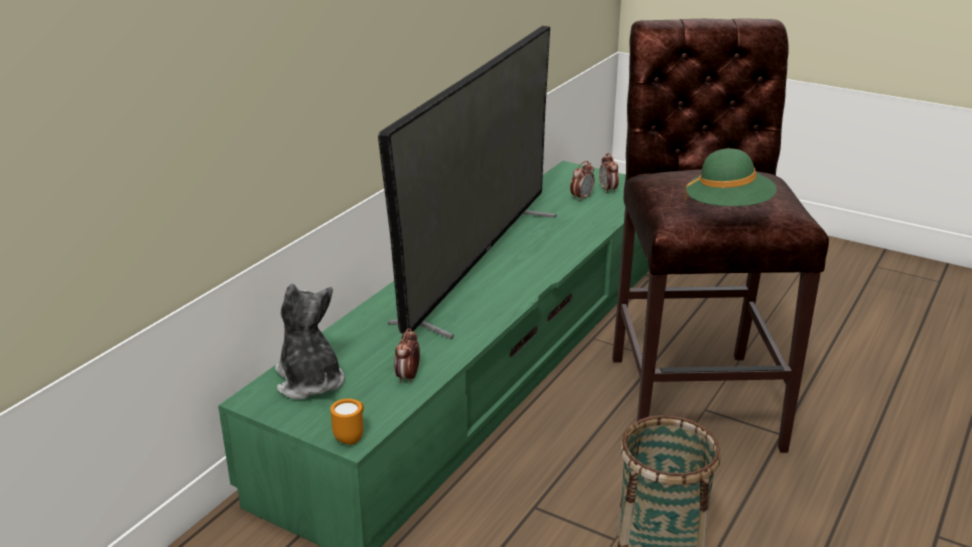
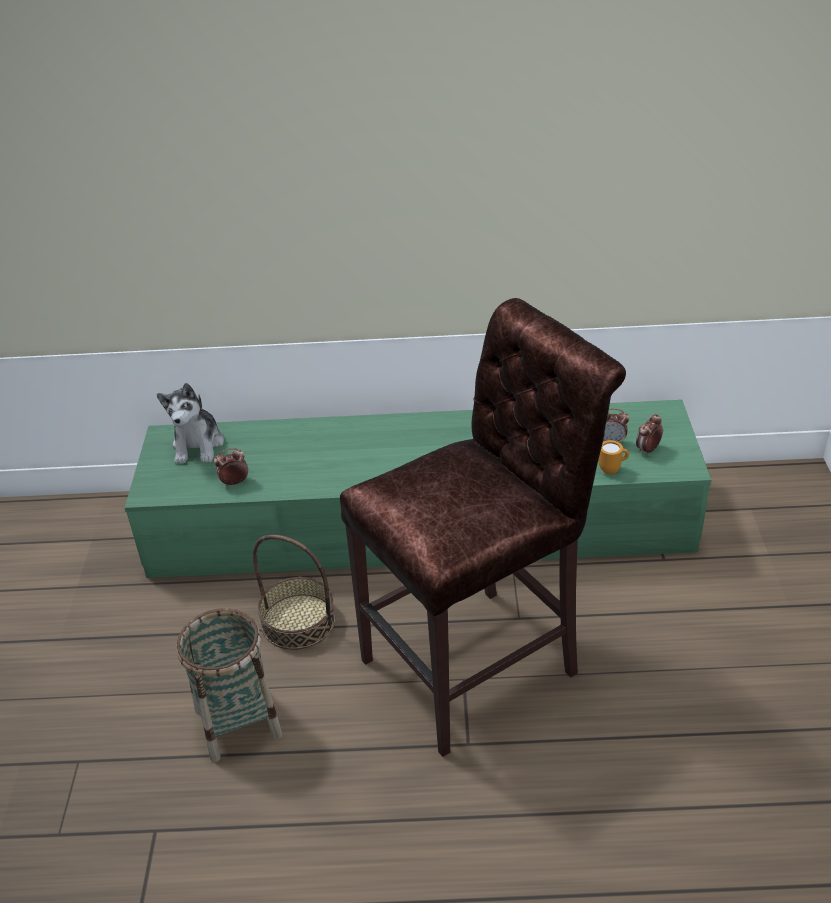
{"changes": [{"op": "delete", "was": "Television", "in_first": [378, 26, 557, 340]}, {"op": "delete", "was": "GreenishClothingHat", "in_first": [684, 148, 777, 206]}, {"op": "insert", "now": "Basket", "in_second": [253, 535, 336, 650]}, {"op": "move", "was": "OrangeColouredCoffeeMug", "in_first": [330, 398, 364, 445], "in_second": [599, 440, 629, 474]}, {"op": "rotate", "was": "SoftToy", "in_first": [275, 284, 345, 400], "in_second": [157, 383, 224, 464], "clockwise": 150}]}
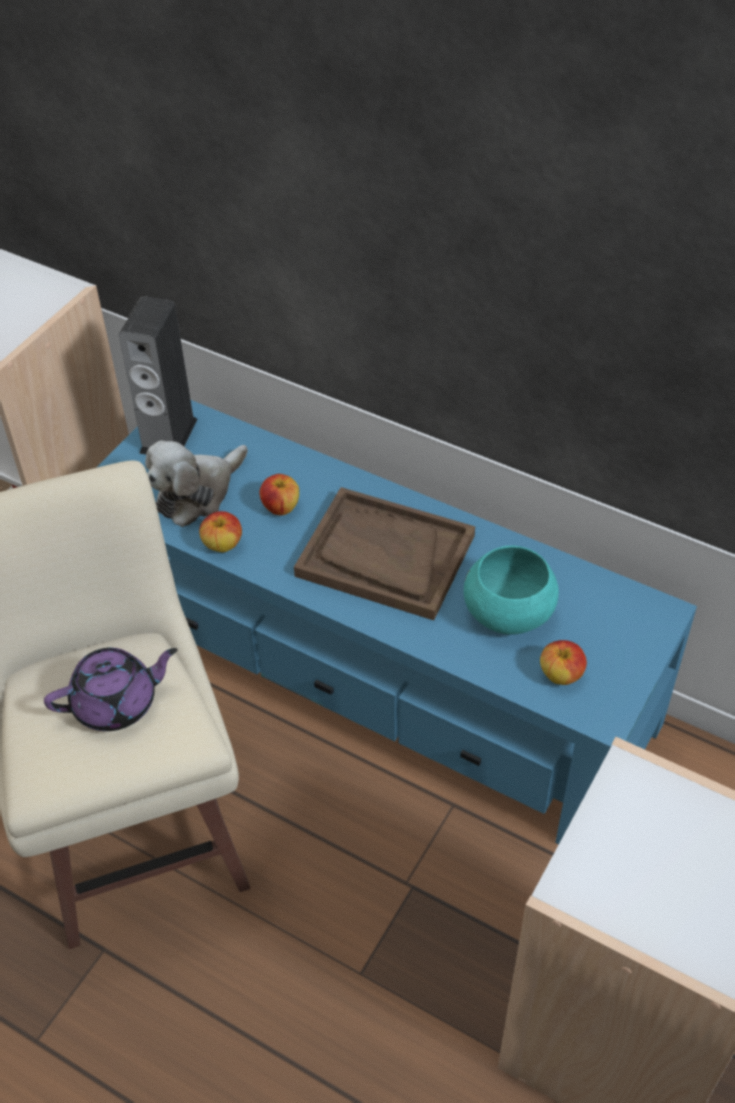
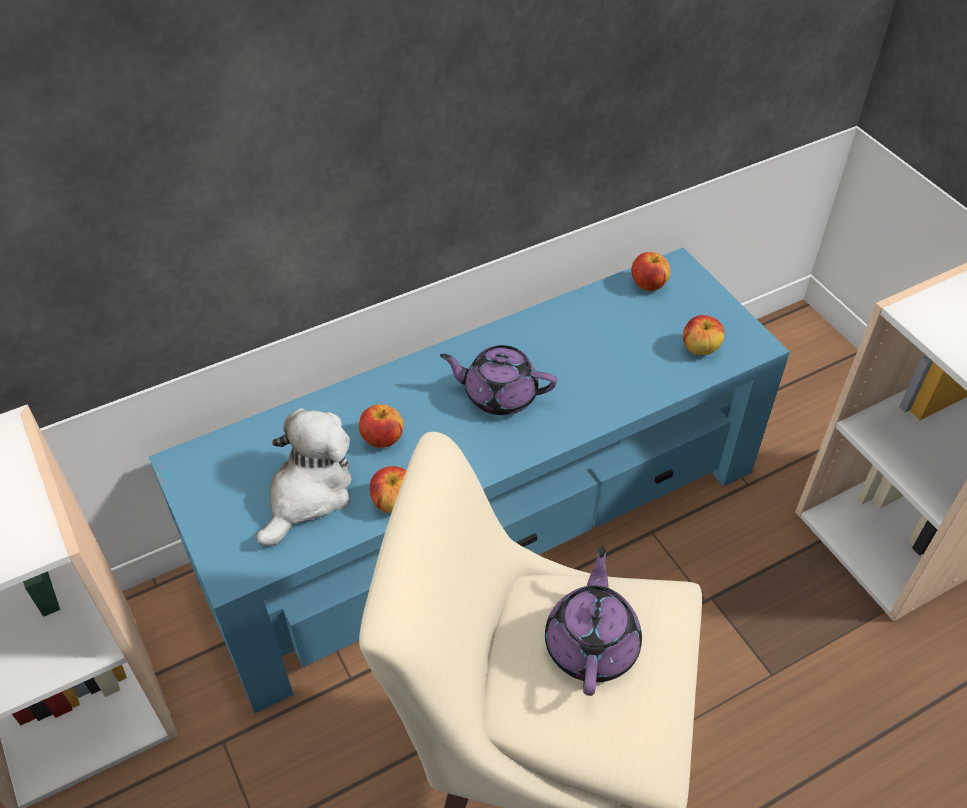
{"changes": [{"op": "delete", "was": "Loudspeaker", "in_first": [119, 296, 198, 455]}, {"op": "delete", "was": "BlueGreenServingBowl", "in_first": [464, 546, 559, 635]}, {"op": "insert", "now": "WholeApple", "in_second": [631, 252, 670, 291]}, {"op": "replace", "was": "BrownCarryingTray", "now": "PurplishPotForTea", "in_first": [294, 487, 475, 620], "in_second": [440, 345, 557, 415]}, {"op": "rotate", "was": "SoftToy", "in_first": [145, 440, 248, 527], "in_second": [257, 408, 352, 546], "clockwise": -135}]}
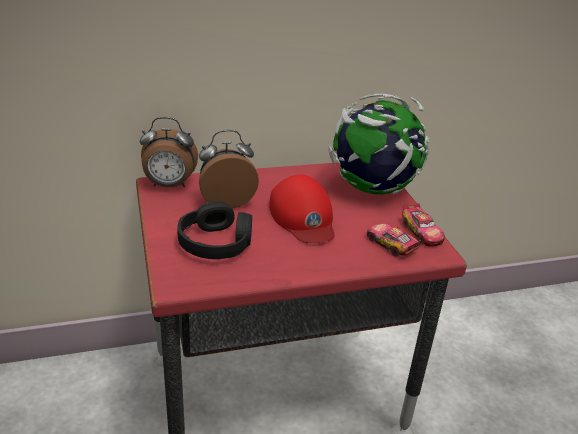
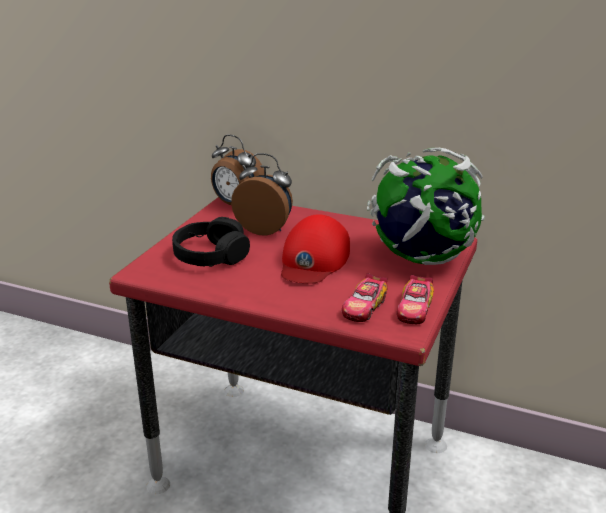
{"changes": [{"op": "rotate", "was": "ToyCar", "in_first": [367, 223, 421, 256], "in_second": [342, 273, 388, 322], "clockwise": -150}]}
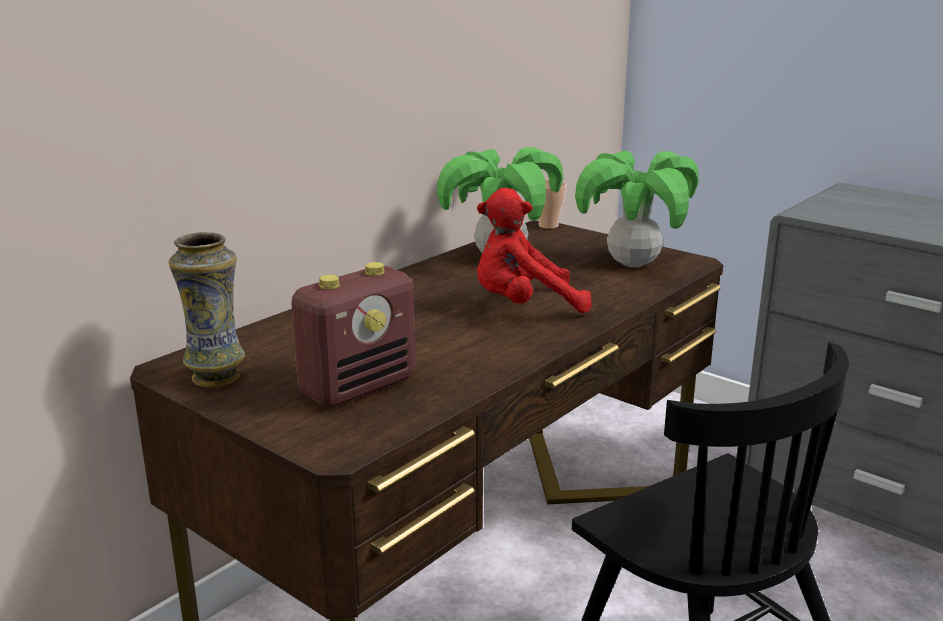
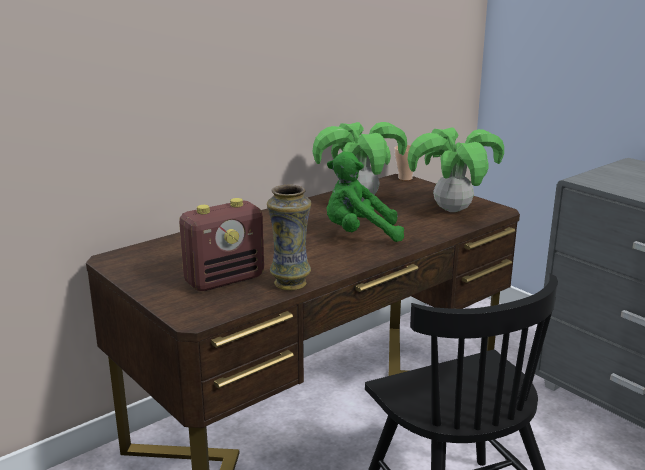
{"changes": [{"op": "move", "was": "DecorativeVase", "in_first": [168, 232, 245, 388], "in_second": [267, 185, 311, 290]}, {"op": "recolor", "was": "ReddishSoftToy", "now": "GreenishSoftToy", "in_first": [477, 188, 592, 313], "in_second": [327, 152, 404, 242]}]}
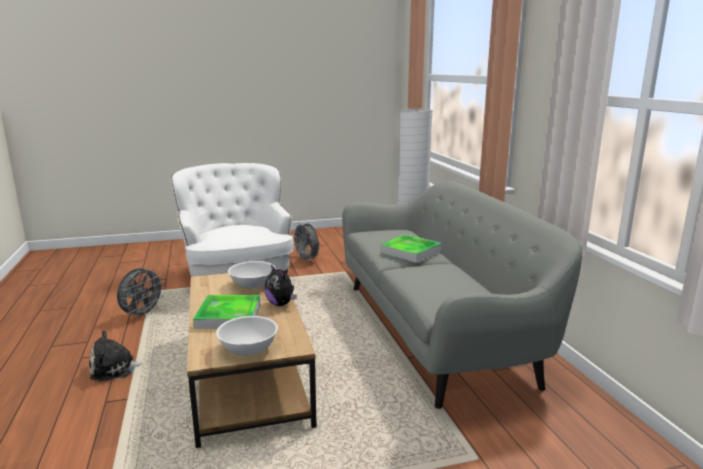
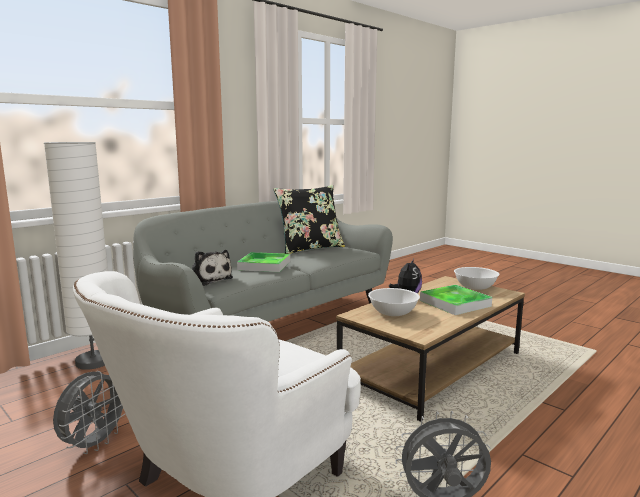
{"changes": [{"op": "insert", "now": "BlackCushion", "in_second": [273, 185, 345, 254]}, {"op": "move", "was": "SoftToy", "in_first": [89, 330, 149, 381], "in_second": [192, 250, 233, 286]}]}
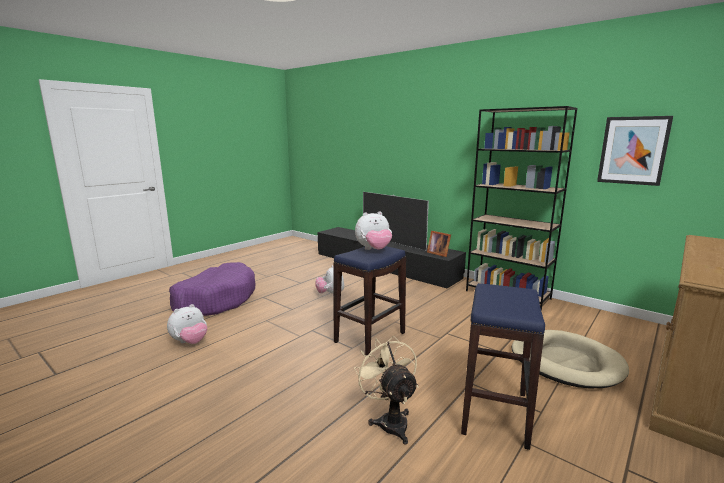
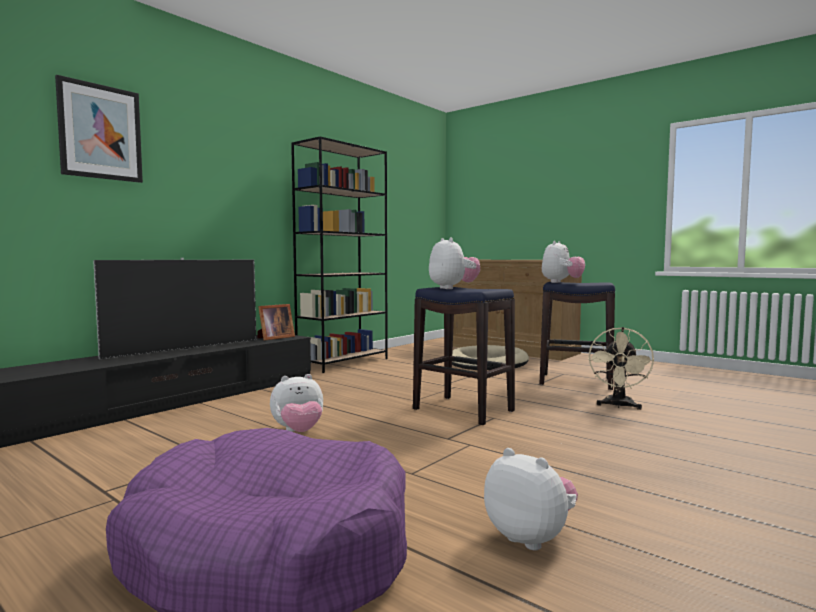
{"changes": [{"op": "insert", "now": "SoftToy", "in_second": [542, 241, 585, 283]}, {"op": "move", "was": "WallArt", "in_first": [597, 116, 673, 186], "in_second": [55, 75, 143, 183]}, {"op": "rotate", "was": "BeigeColouredCoolingFan", "in_first": [354, 336, 419, 445], "in_second": [588, 327, 654, 410], "clockwise": -45}]}
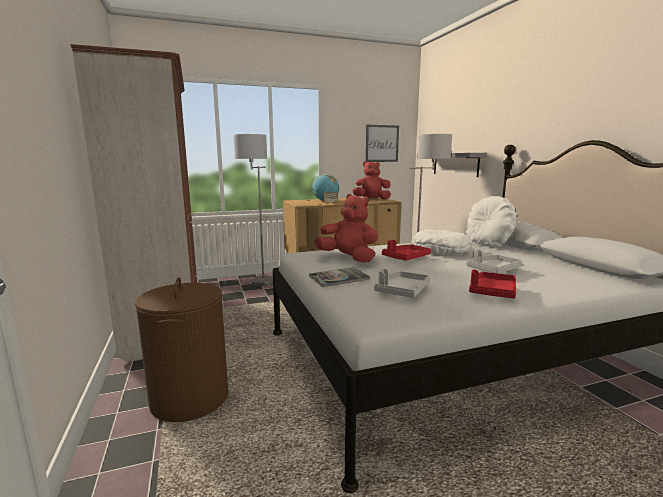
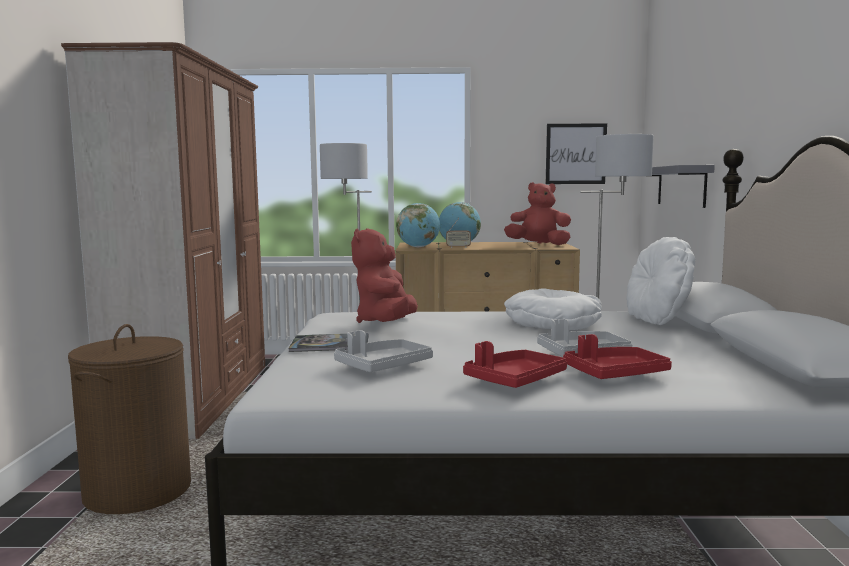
{"changes": [{"op": "insert", "now": "Globe", "in_second": [396, 203, 440, 247]}, {"op": "move", "was": "ReddishCarryingTray", "in_first": [382, 240, 431, 261], "in_second": [563, 334, 672, 379]}, {"op": "rotate", "was": "ReddishSoftToy", "in_first": [315, 194, 378, 262], "in_second": [351, 228, 418, 323], "clockwise": -135}]}
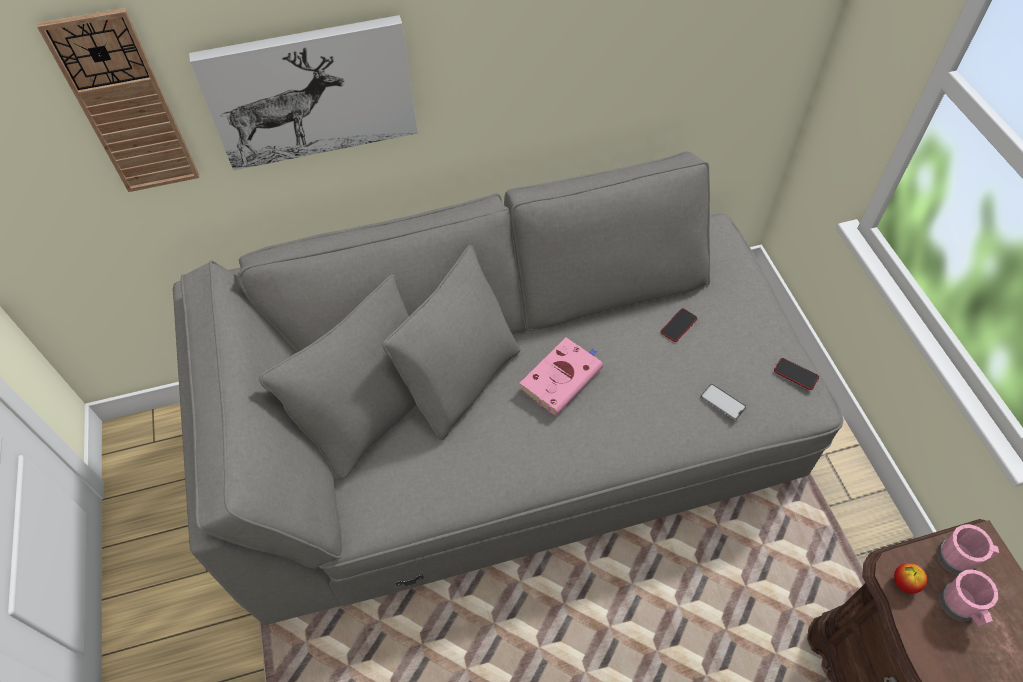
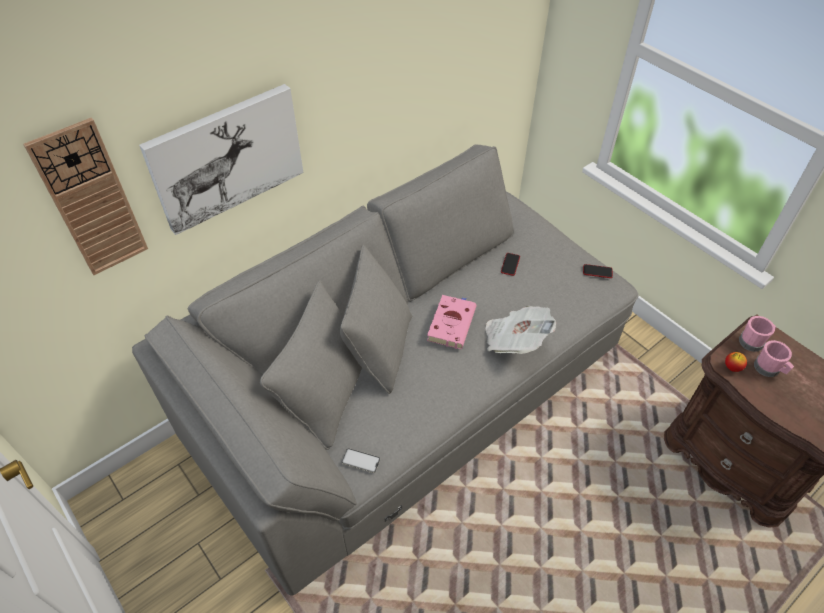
{"changes": [{"op": "insert", "now": "Newspaper", "in_second": [486, 306, 556, 354]}, {"op": "move", "was": "Telephone", "in_first": [701, 384, 746, 420], "in_second": [342, 448, 380, 473]}]}
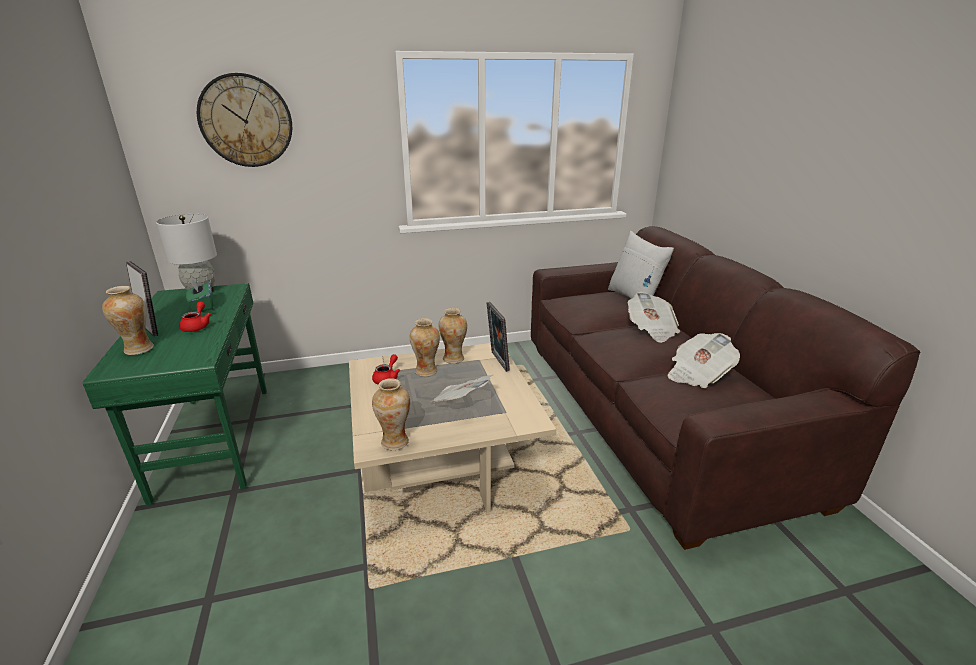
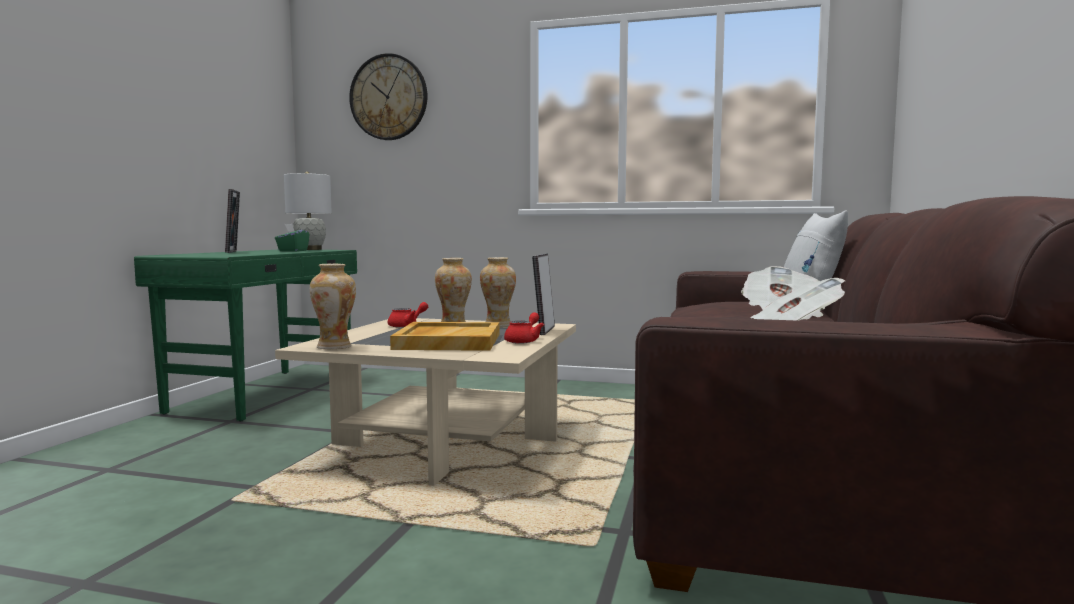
{"changes": [{"op": "delete", "was": "DecorativeVase", "in_first": [102, 286, 154, 355]}, {"op": "move", "was": "ReddishPotForTea", "in_first": [179, 302, 211, 332], "in_second": [504, 312, 544, 344]}, {"op": "replace", "was": "Newspaper", "now": "BeigeColouredCarryingTray", "in_first": [430, 375, 493, 402], "in_second": [390, 322, 500, 351]}]}
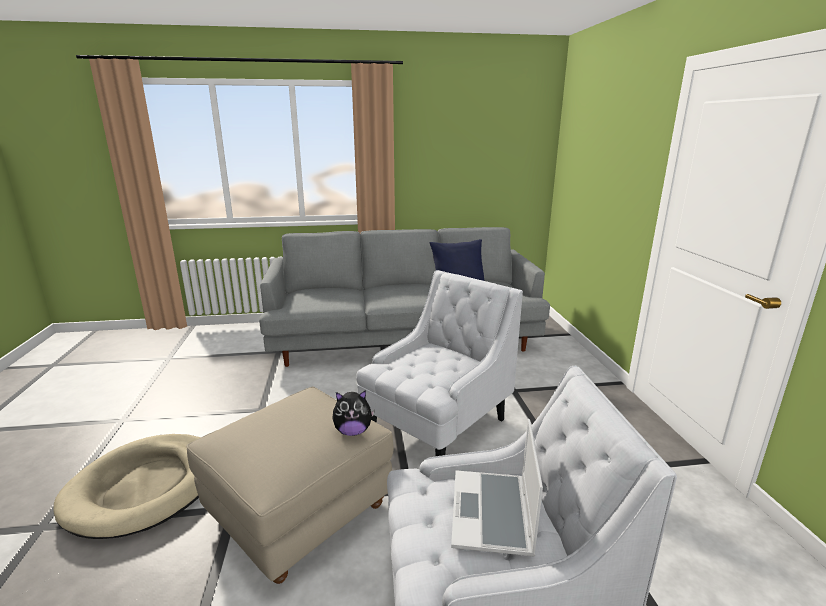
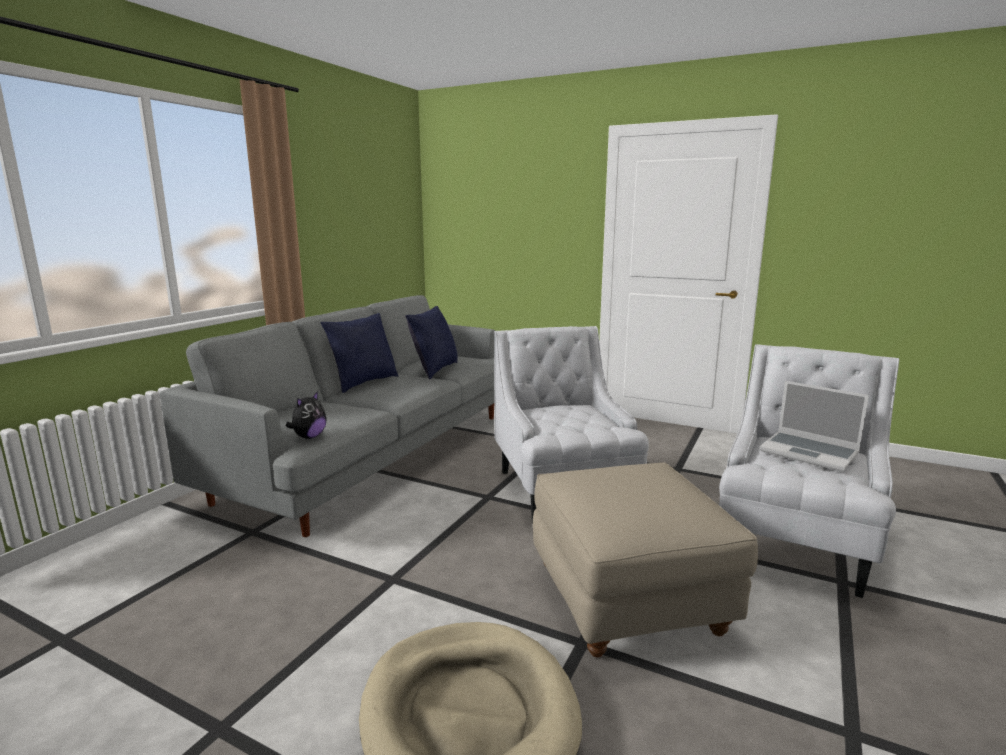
{"changes": [{"op": "insert", "now": "BlueCushion", "in_second": [320, 313, 398, 393]}, {"op": "move", "was": "SoftToy", "in_first": [332, 390, 375, 436], "in_second": [286, 391, 327, 439]}]}
